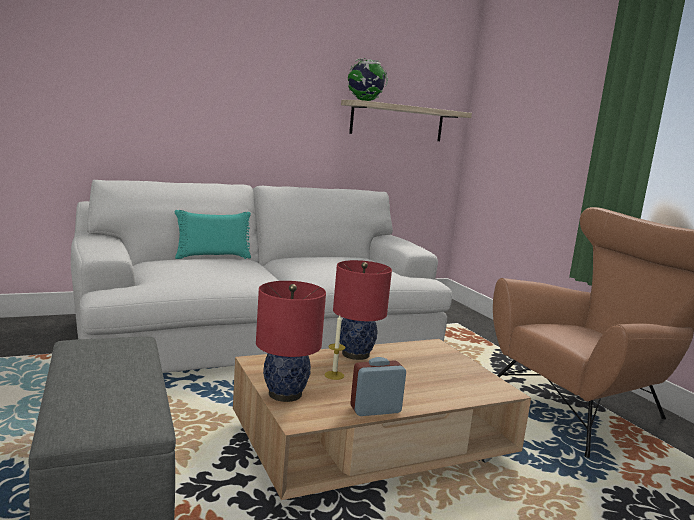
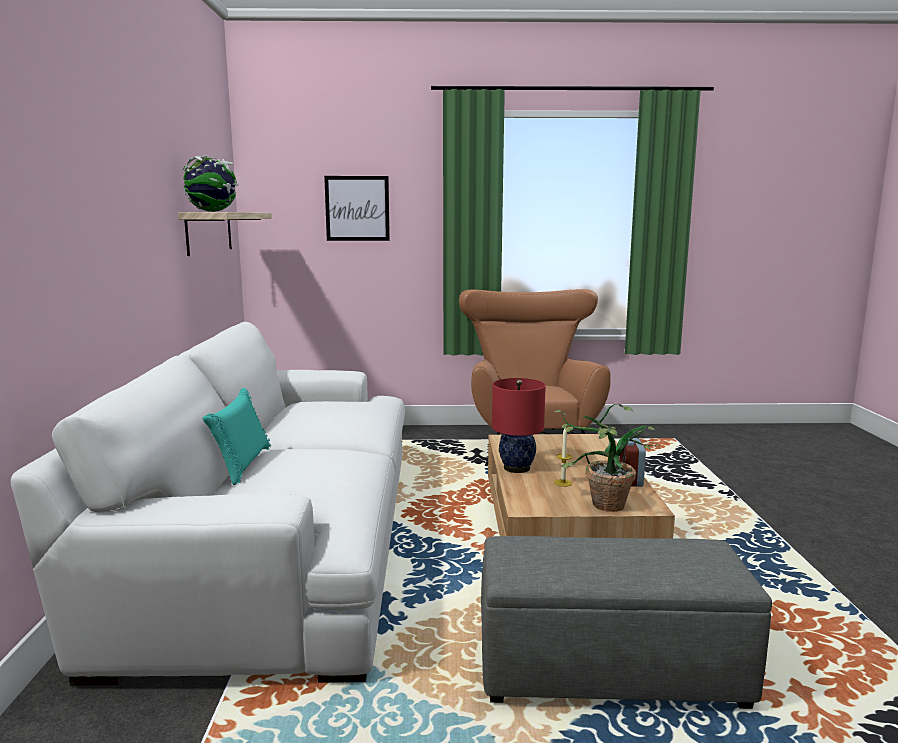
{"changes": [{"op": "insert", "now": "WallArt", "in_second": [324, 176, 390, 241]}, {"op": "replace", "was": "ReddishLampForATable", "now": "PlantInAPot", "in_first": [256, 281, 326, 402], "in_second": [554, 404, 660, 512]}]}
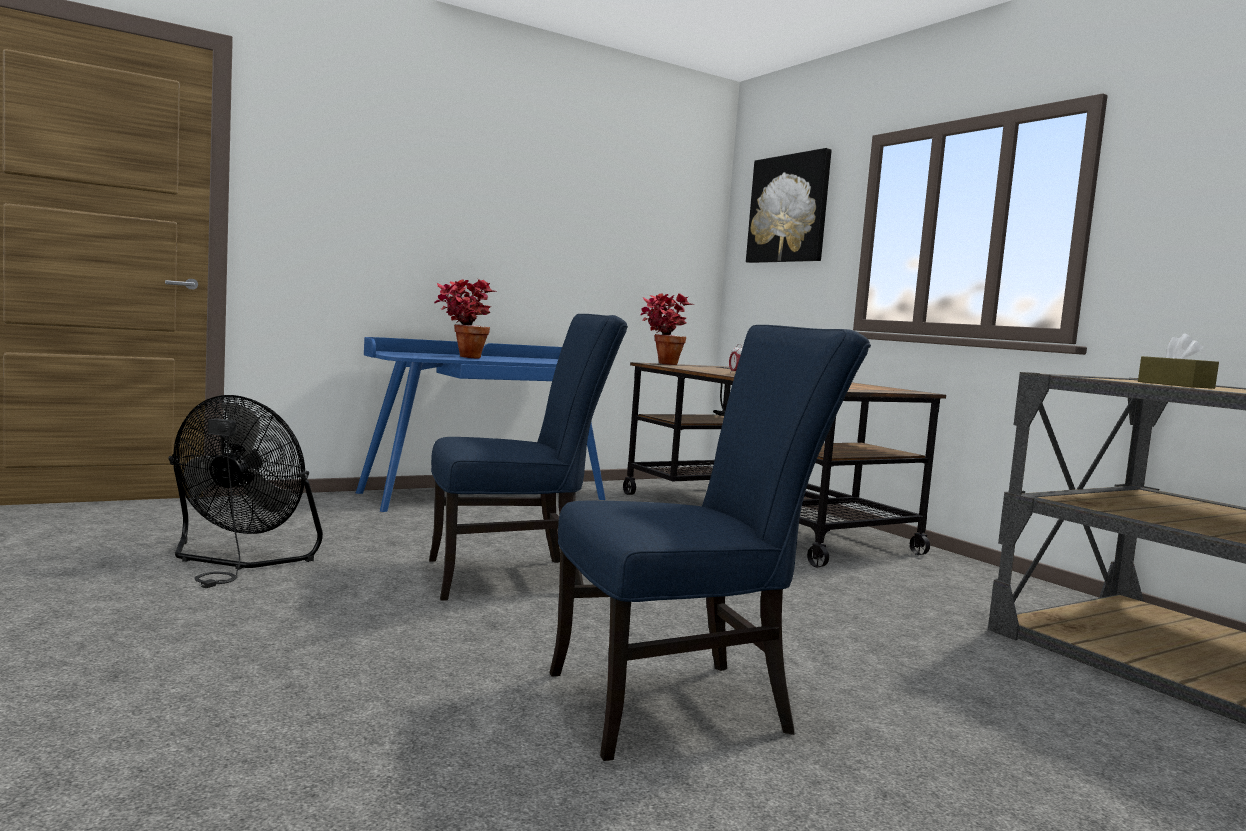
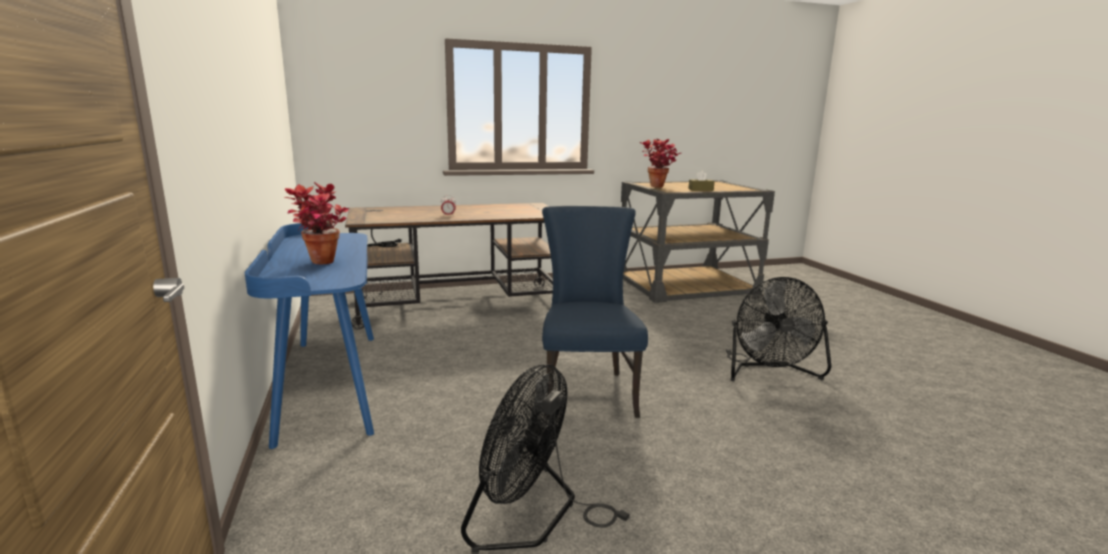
{"changes": [{"op": "delete", "was": "WallArt", "in_first": [746, 148, 832, 263]}, {"op": "move", "was": "PlantInAPot", "in_first": [640, 293, 693, 365], "in_second": [640, 138, 681, 187]}, {"op": "replace", "was": "BlueUprightChair", "now": "BlackCoolingFan", "in_first": [549, 325, 871, 761], "in_second": [726, 277, 831, 381]}]}
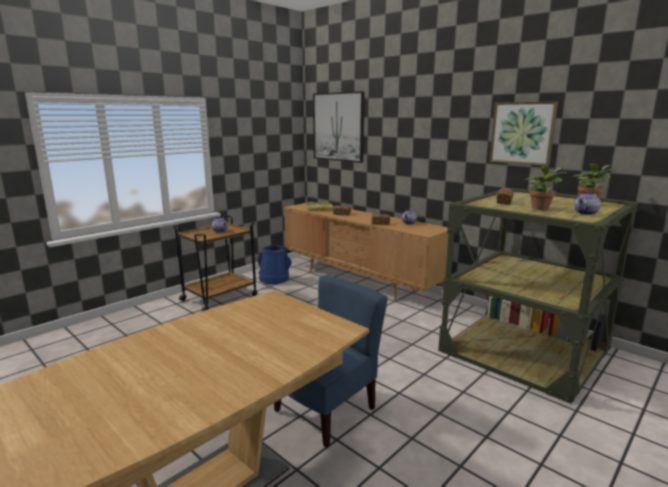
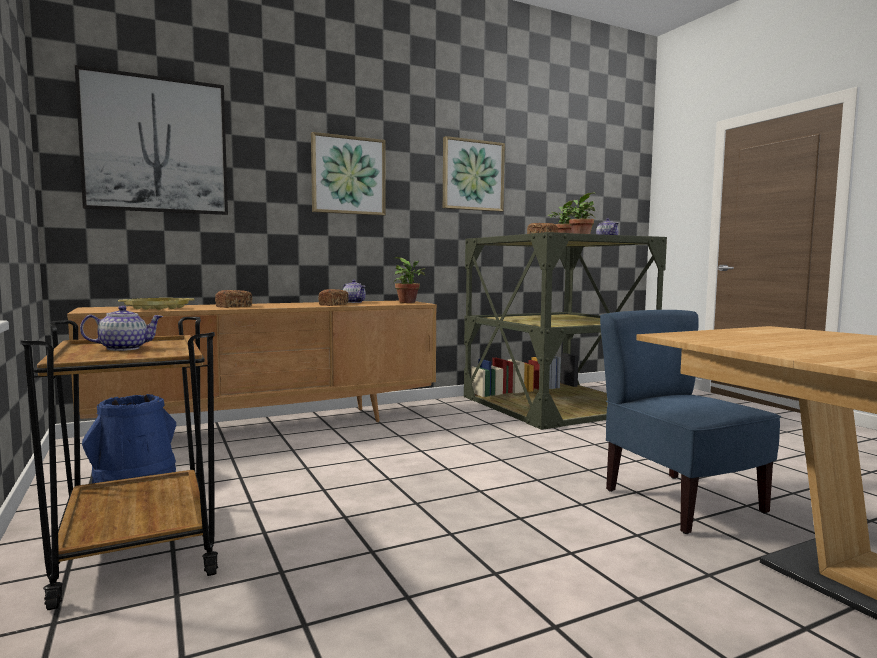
{"changes": [{"op": "insert", "now": "WallArt", "in_second": [311, 132, 386, 216]}, {"op": "insert", "now": "PlantInAPot", "in_second": [393, 257, 425, 303]}]}
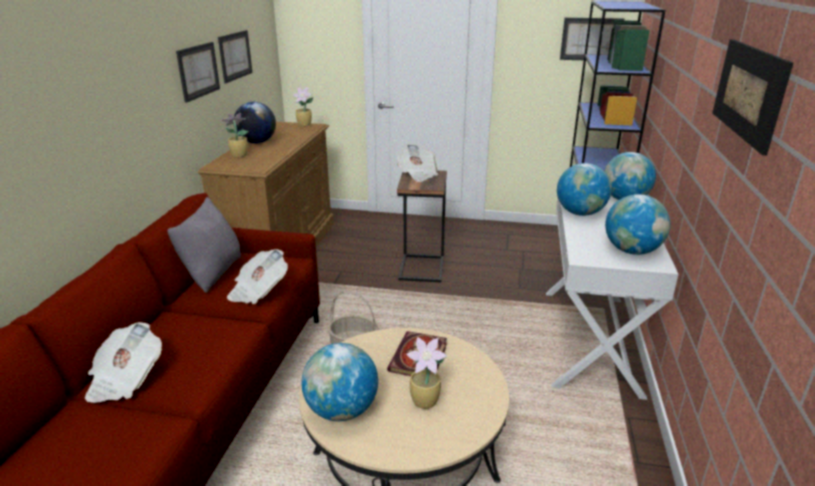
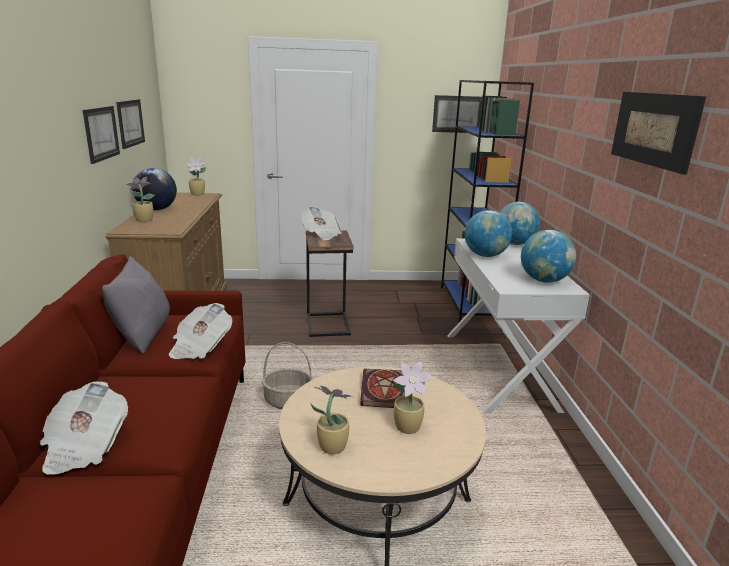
{"changes": [{"op": "replace", "was": "Globe", "now": "PlantInAPot", "in_first": [302, 343, 378, 421], "in_second": [310, 385, 354, 454]}]}
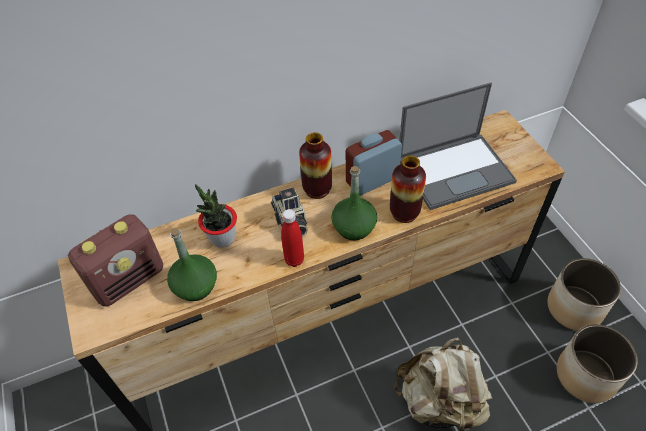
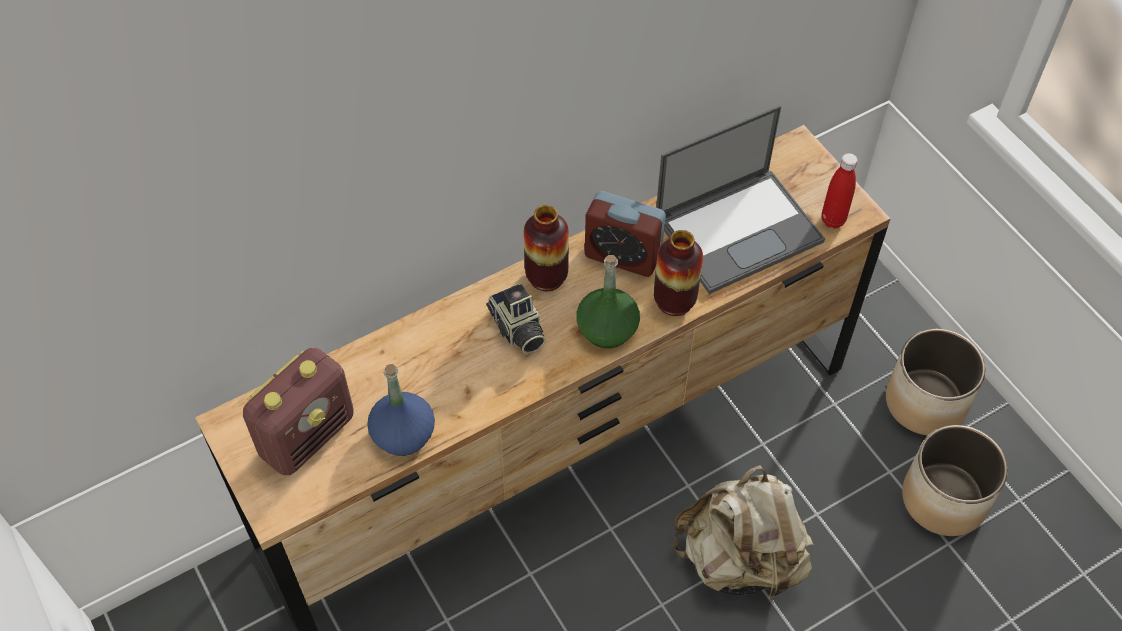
{"changes": [{"op": "delete", "was": "PlantInAPot", "in_first": [195, 184, 237, 248]}, {"op": "move", "was": "ReddishDrinkBottle", "in_first": [281, 209, 304, 267], "in_second": [821, 153, 858, 229]}, {"op": "recolor", "was": "GreenishDrinkBottle", "now": "BlueDrinkBottle", "in_first": [167, 228, 217, 301], "in_second": [367, 364, 435, 456]}, {"op": "rotate", "was": "AlarmClock", "in_first": [346, 130, 402, 196], "in_second": [585, 191, 666, 277], "clockwise": -120}]}
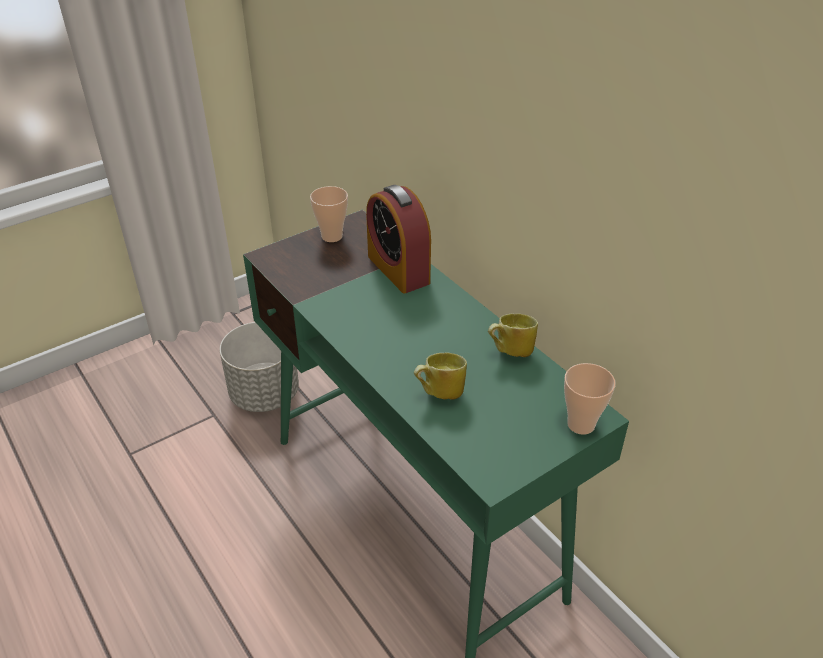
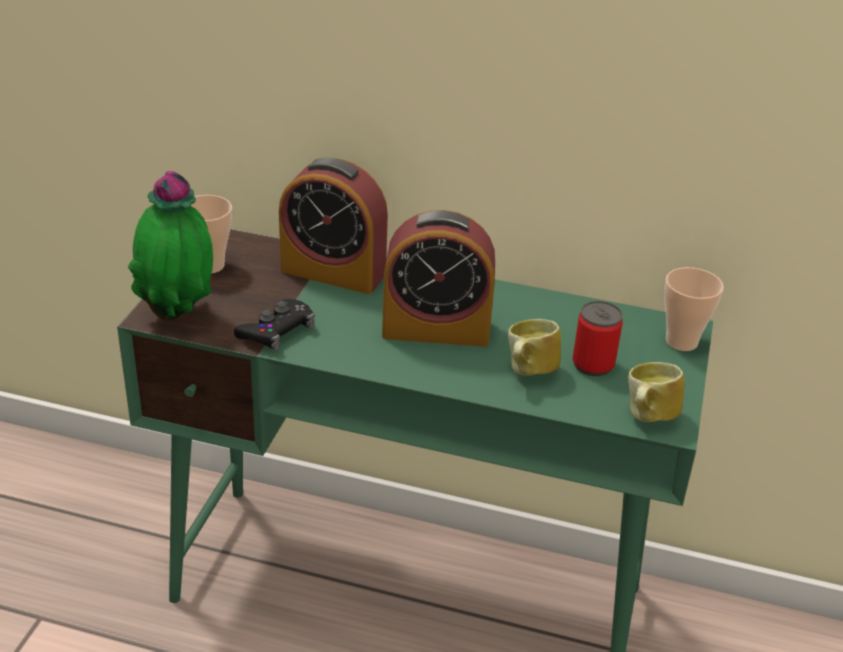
{"changes": [{"op": "delete", "was": "GreyishFlowerPot", "in_first": [220, 322, 299, 412]}, {"op": "insert", "now": "PlantInAPot", "in_second": [128, 171, 213, 321]}, {"op": "insert", "now": "BlackJoypad", "in_second": [234, 299, 315, 351]}, {"op": "insert", "now": "AlarmClock", "in_second": [382, 210, 495, 347]}, {"op": "insert", "now": "SealedCan", "in_second": [573, 301, 623, 376]}, {"op": "move", "was": "CoffeeMug", "in_first": [488, 313, 538, 357], "in_second": [628, 362, 684, 422]}]}
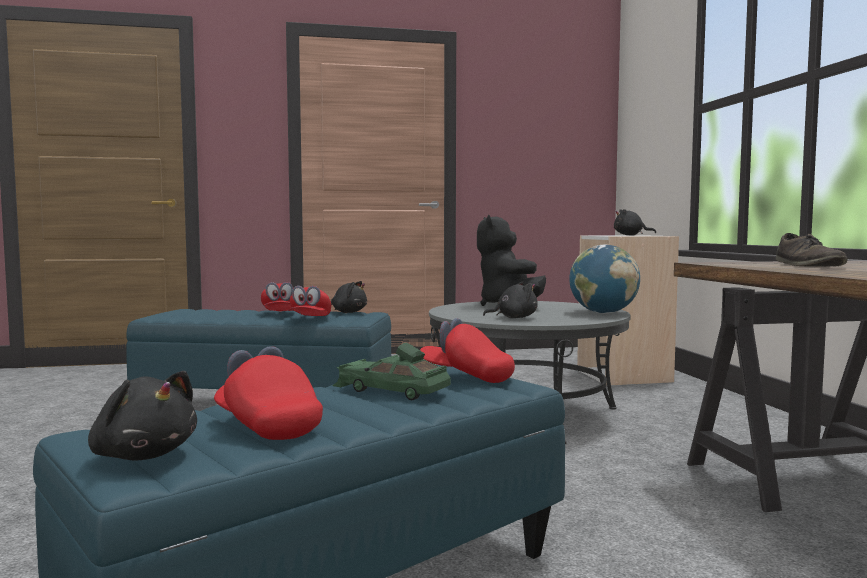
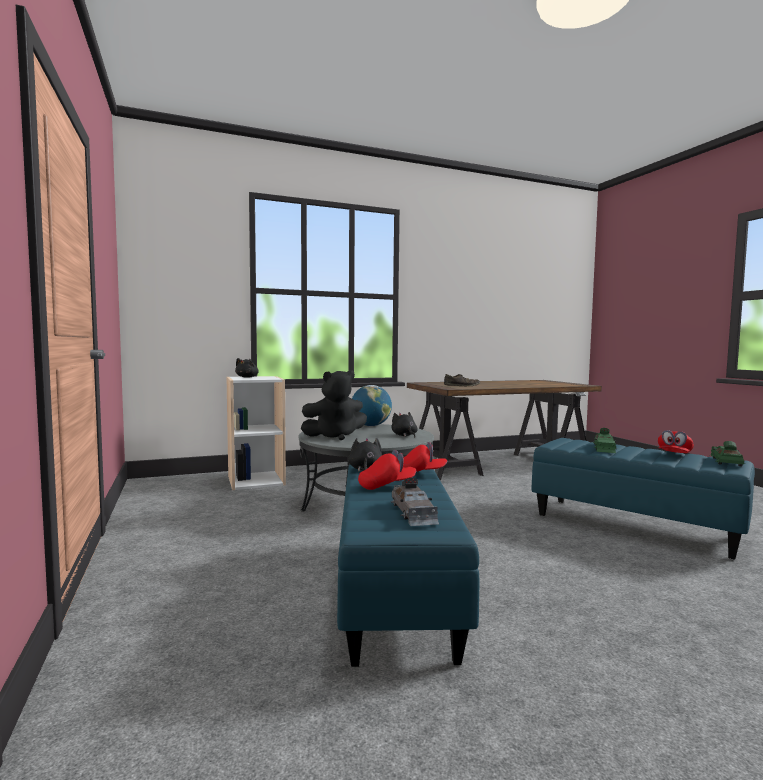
{"changes": [{"op": "delete", "was": "ReddishBaseballCap", "in_first": [420, 318, 515, 383]}, {"op": "insert", "now": "GreyishToyCar", "in_second": [391, 478, 439, 526]}, {"op": "replace", "was": "BlackSoftToy", "now": "GreenishToyCar", "in_first": [88, 371, 197, 461], "in_second": [710, 441, 745, 466]}]}
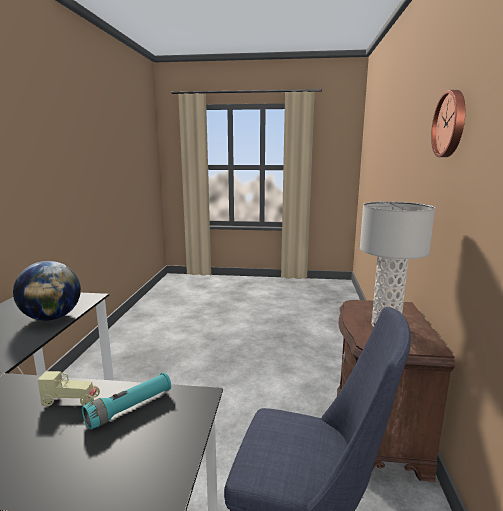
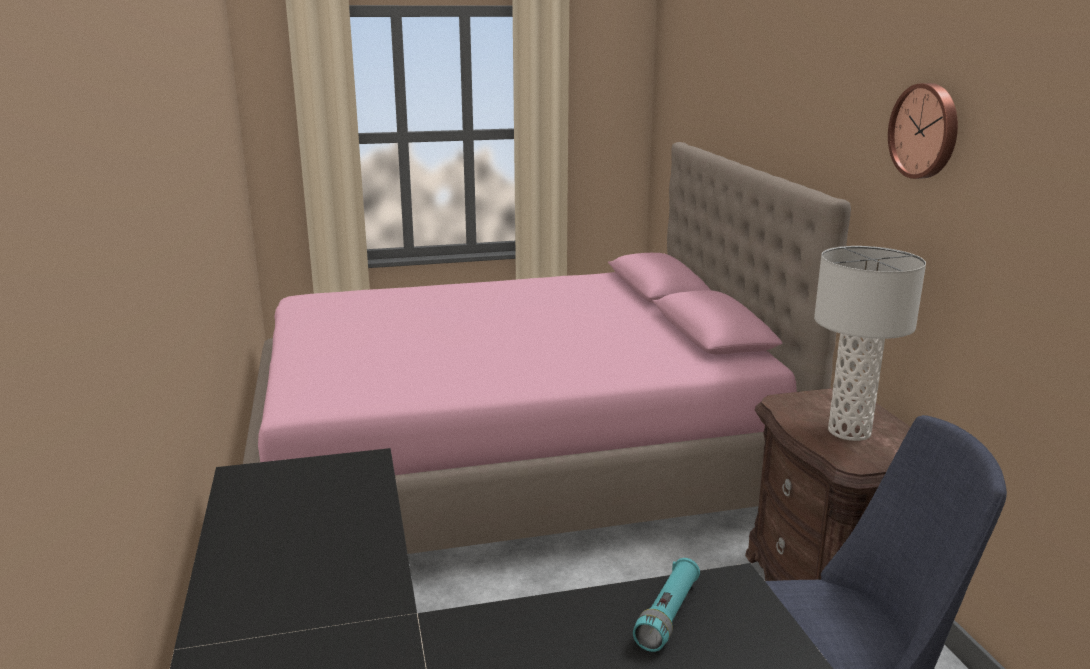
{"changes": [{"op": "delete", "was": "Globe", "in_first": [13, 261, 81, 321]}, {"op": "delete", "was": "BeigeColouredToyCar", "in_first": [37, 371, 100, 406]}, {"op": "insert", "now": "PinkishSleepingBed", "in_second": [243, 142, 851, 554]}]}
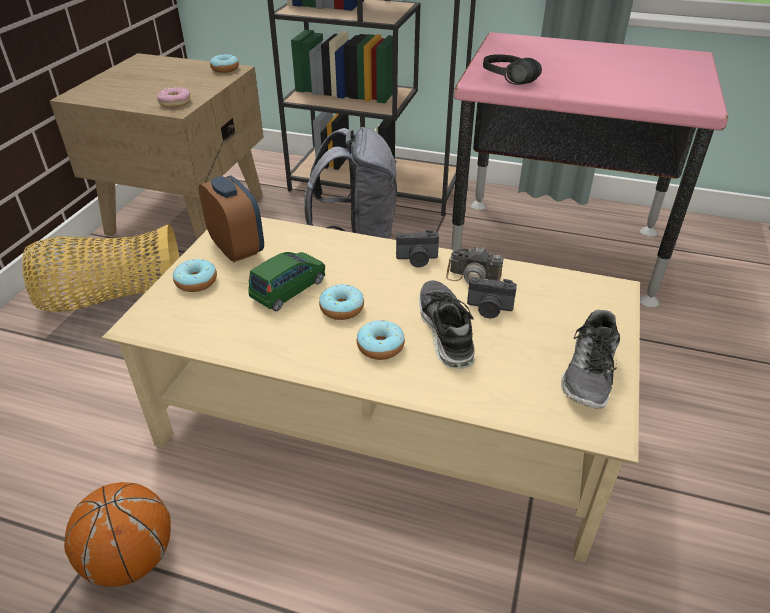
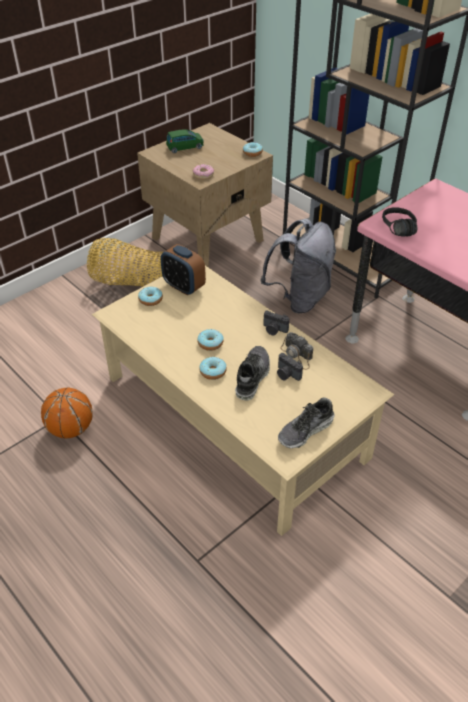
{"changes": [{"op": "move", "was": "GreenishToyCar", "in_first": [249, 252, 325, 311], "in_second": [166, 129, 204, 153]}, {"op": "rotate", "was": "AlarmClock", "in_first": [199, 175, 264, 262], "in_second": [161, 244, 206, 295], "clockwise": 135}]}
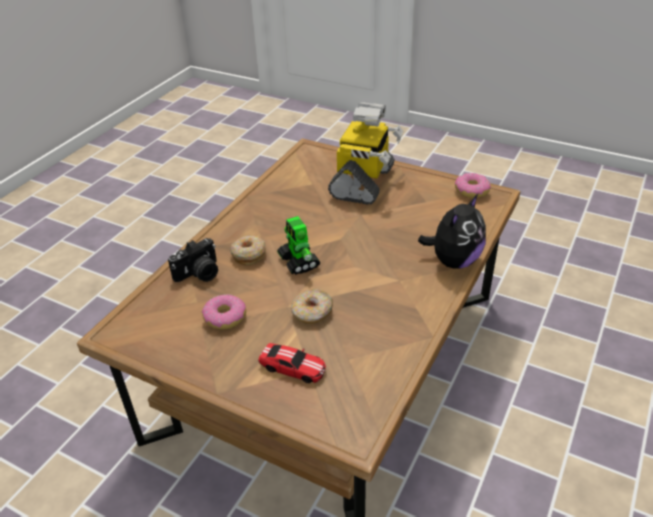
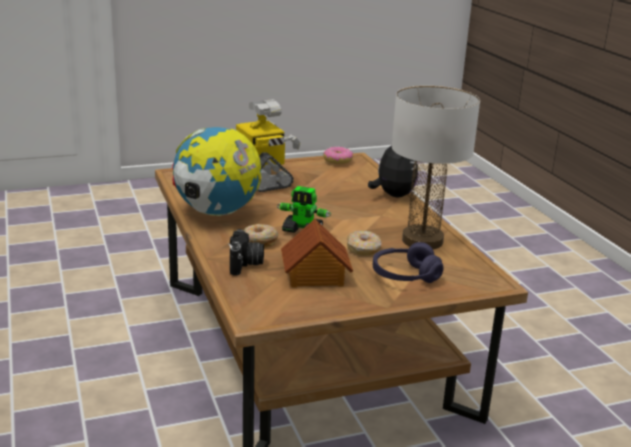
{"changes": [{"op": "insert", "now": "Globe", "in_second": [172, 127, 261, 216]}, {"op": "insert", "now": "LampForATable", "in_second": [392, 86, 480, 249]}, {"op": "replace", "was": "RingDoughnut", "now": "ToyHouse", "in_first": [202, 294, 246, 330], "in_second": [281, 218, 353, 288]}, {"op": "replace", "was": "ToyCar", "now": "PurplishHeadset", "in_first": [258, 343, 326, 383], "in_second": [373, 242, 443, 283]}]}
